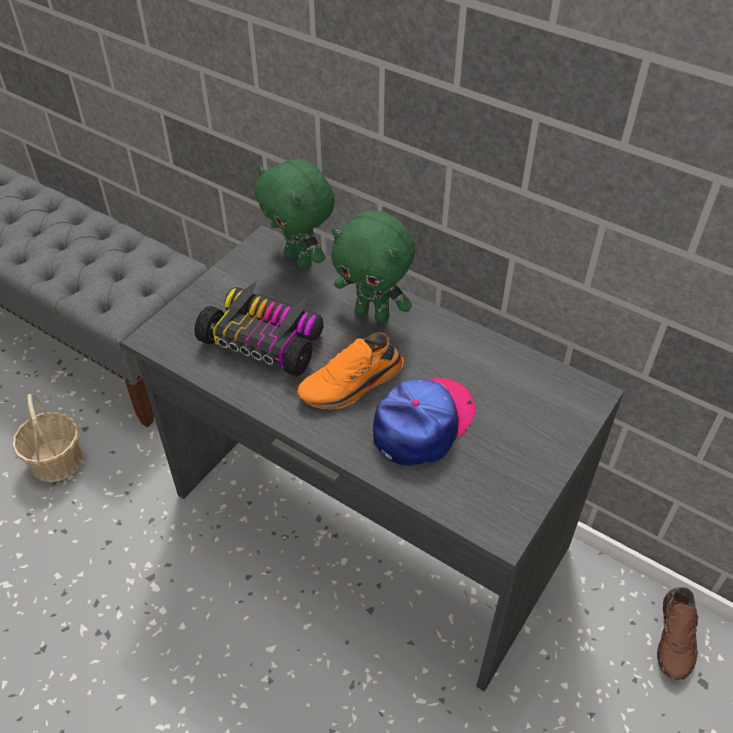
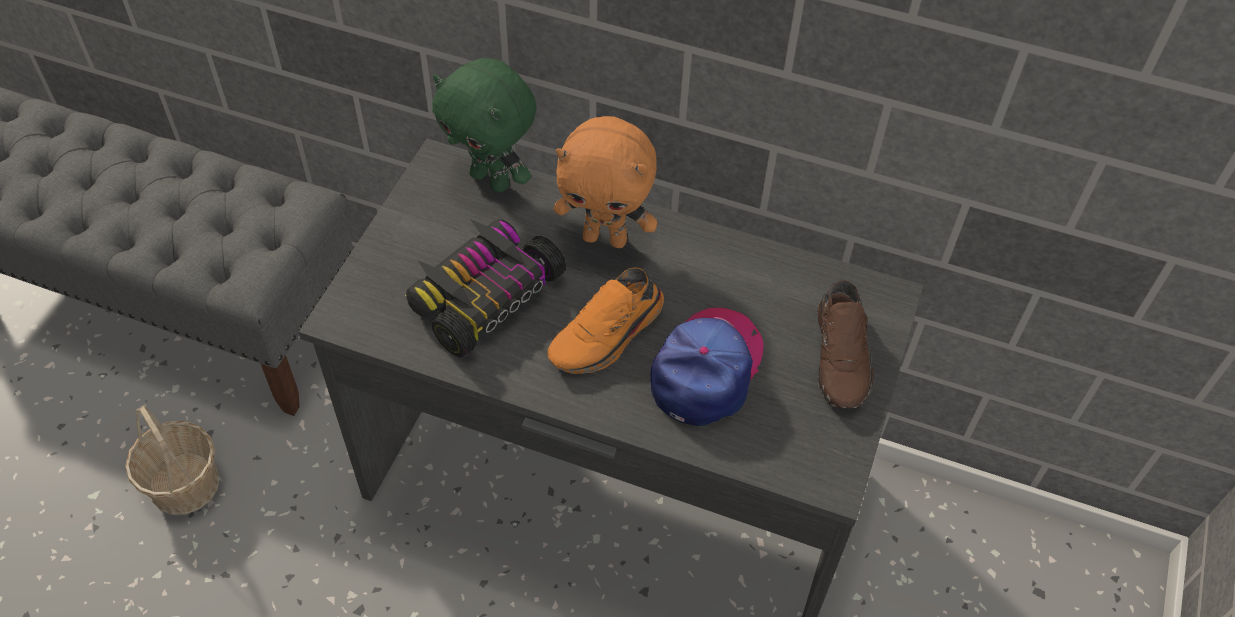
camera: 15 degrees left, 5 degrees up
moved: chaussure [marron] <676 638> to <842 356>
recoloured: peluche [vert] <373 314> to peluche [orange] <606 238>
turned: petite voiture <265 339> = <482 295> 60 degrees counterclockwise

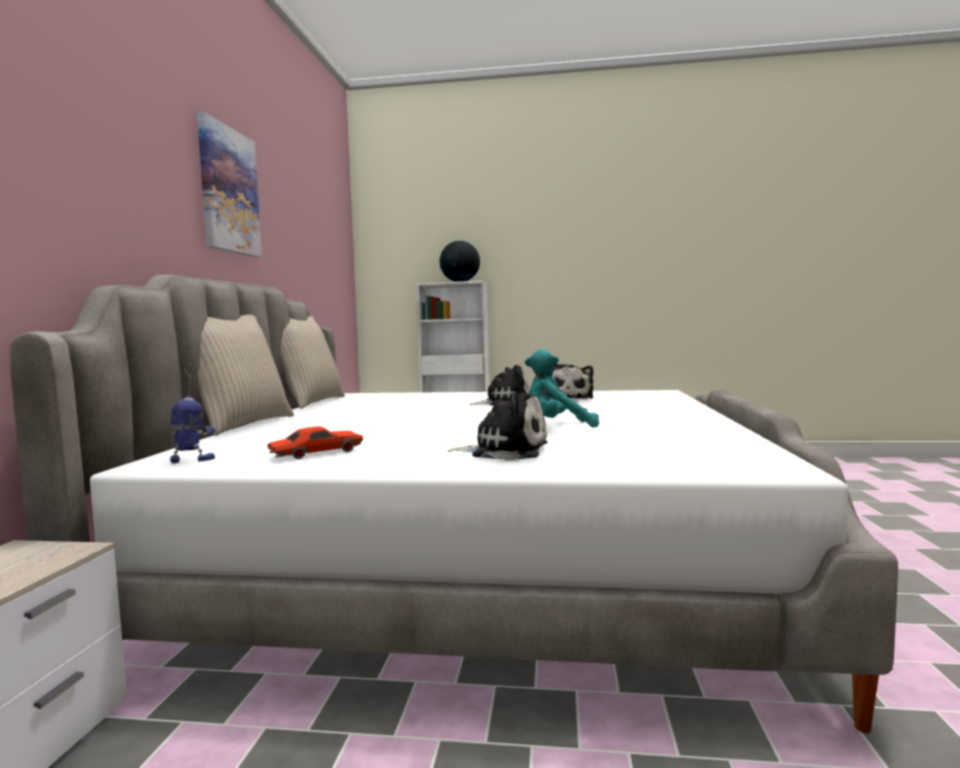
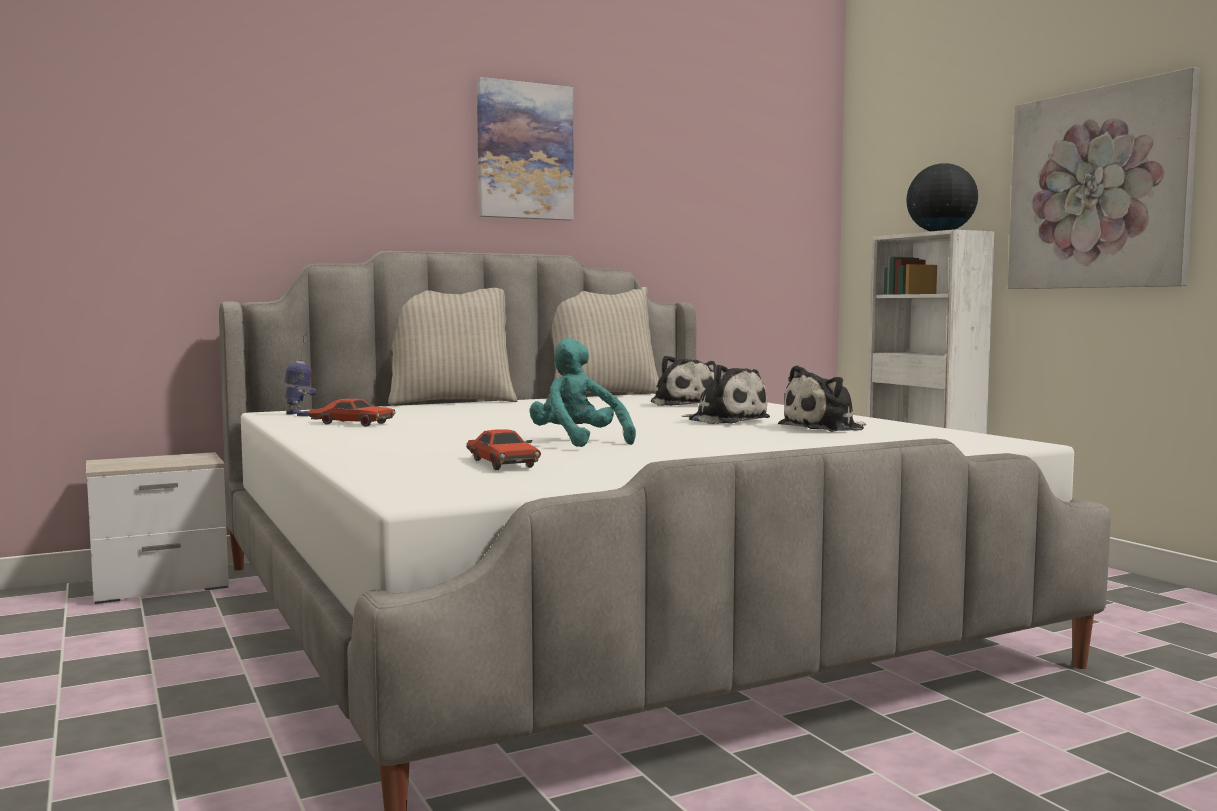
camera: 55 degrees right, 0 degrees up
added: petite voiture [rouge] <501 463>; tableau <1098 189>
moved: peluche <505 451> to <683 404>

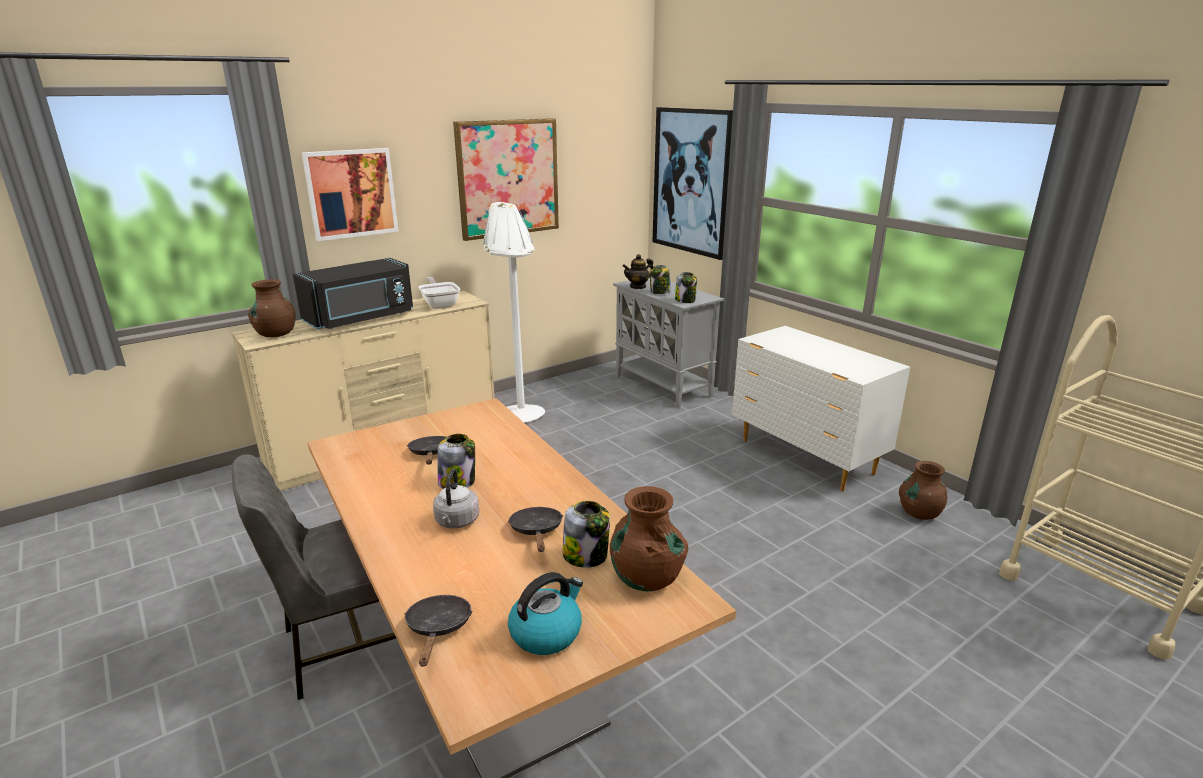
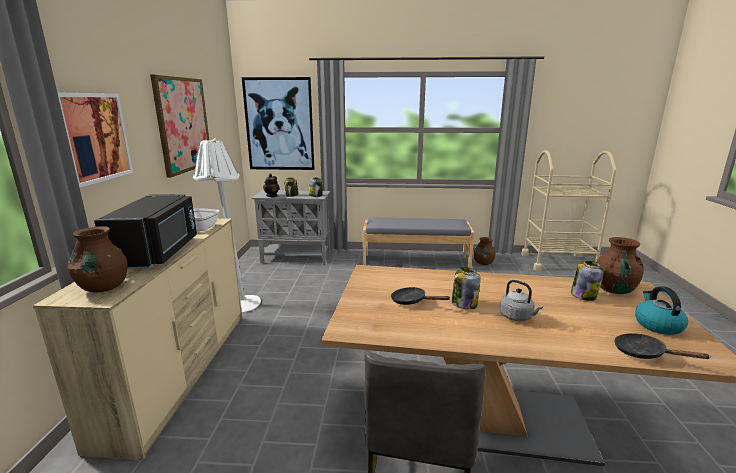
camera: 50 degrees left, 5 degrees down
removed: poêle [noir] <536 531>
replaced: commode [blanc] <806 458> to banc [gris] <415 261>

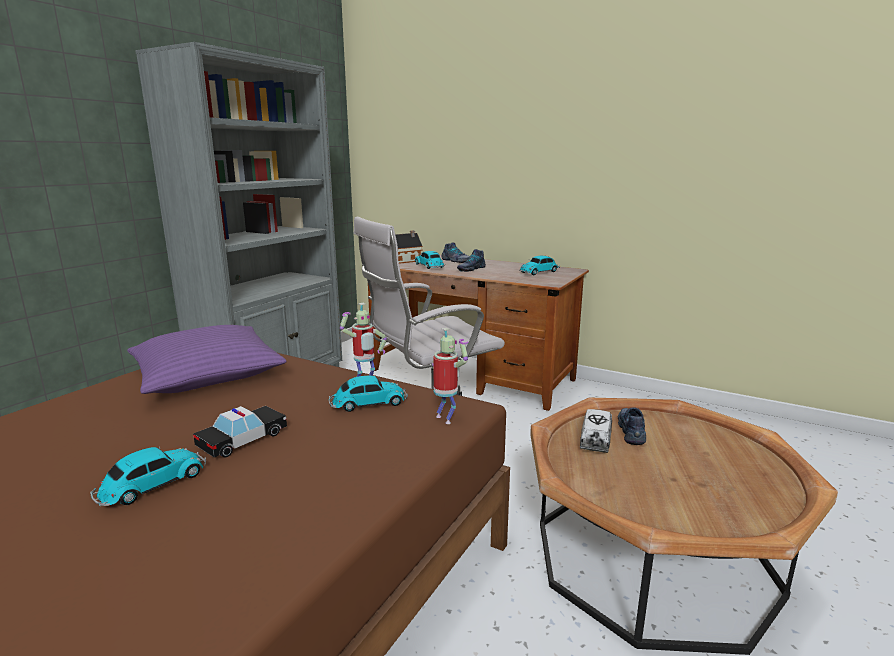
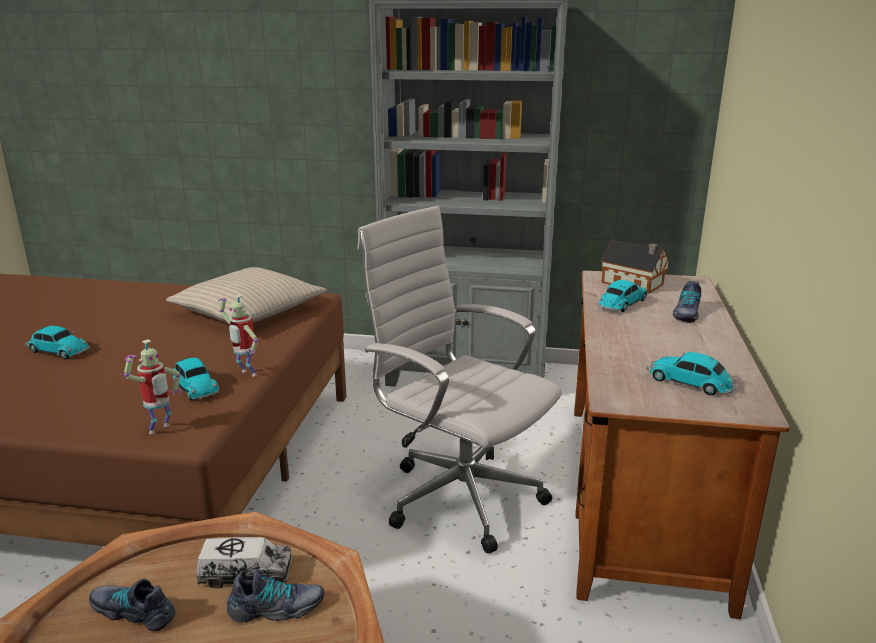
camera: 70 degrees right, 5 degrees up
removed: petite voiture <243 439>
moved: chaussure <470 269> to <134 611>
recoloured: coussin [violet] <207 374> to coussin [beige] <248 311>

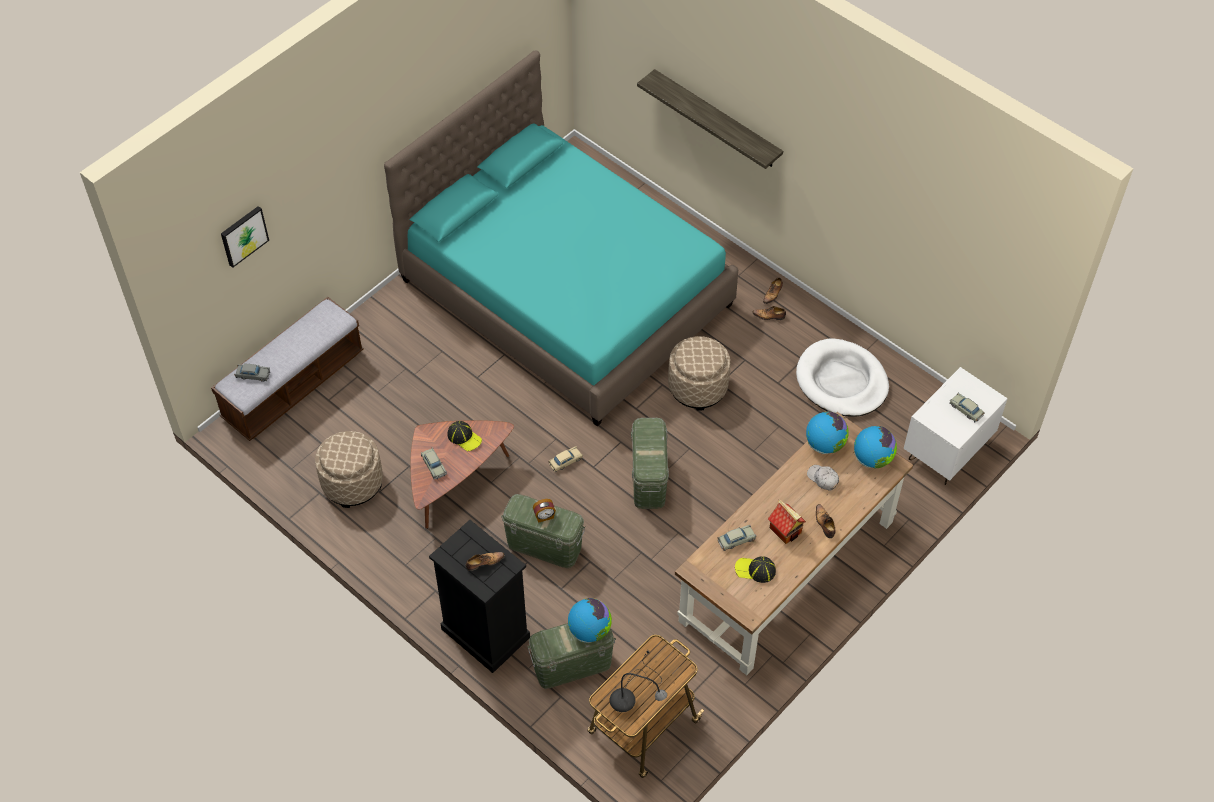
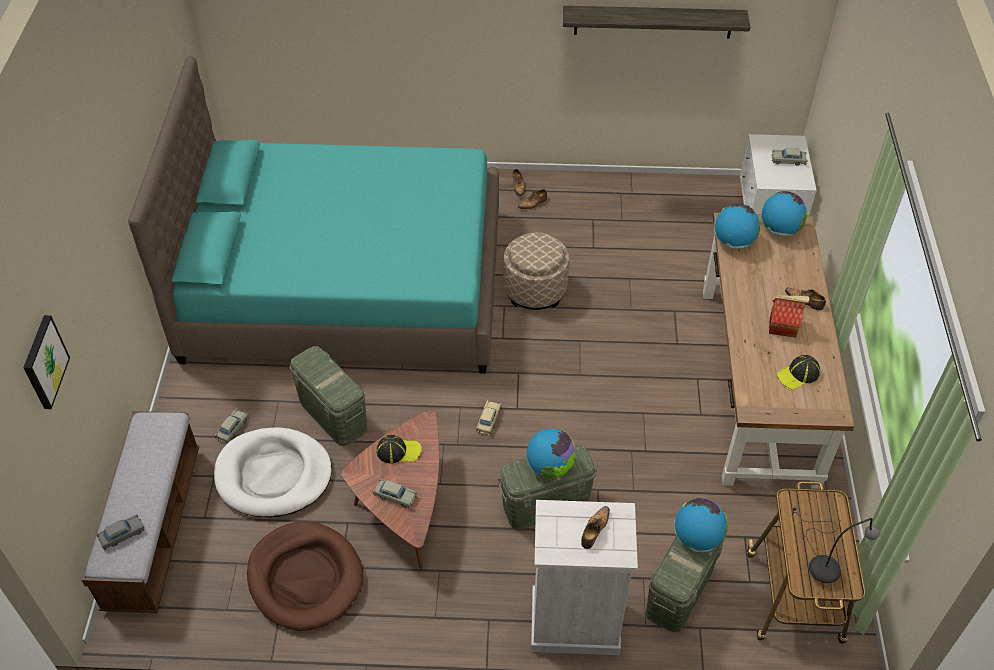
camera: 40 degrees left, 5 degrees down
removed: casquette [blanc] <823 479>
moved: boîte de rangement [vert] <649 479> to <333 415>; étagère <717 119> to <653 21>; petite voiture [beige] <736 540> to <232 429>; panier pour chien [blanc] <841 381> to <274 475>
replaced: pouf [beige] <352 482> to panier pour chien [marron] <305 578>; réveil <544 516> to globe <550 467>
recoloured: commode [noir] <485 633> to commode [blanc] <574 623>

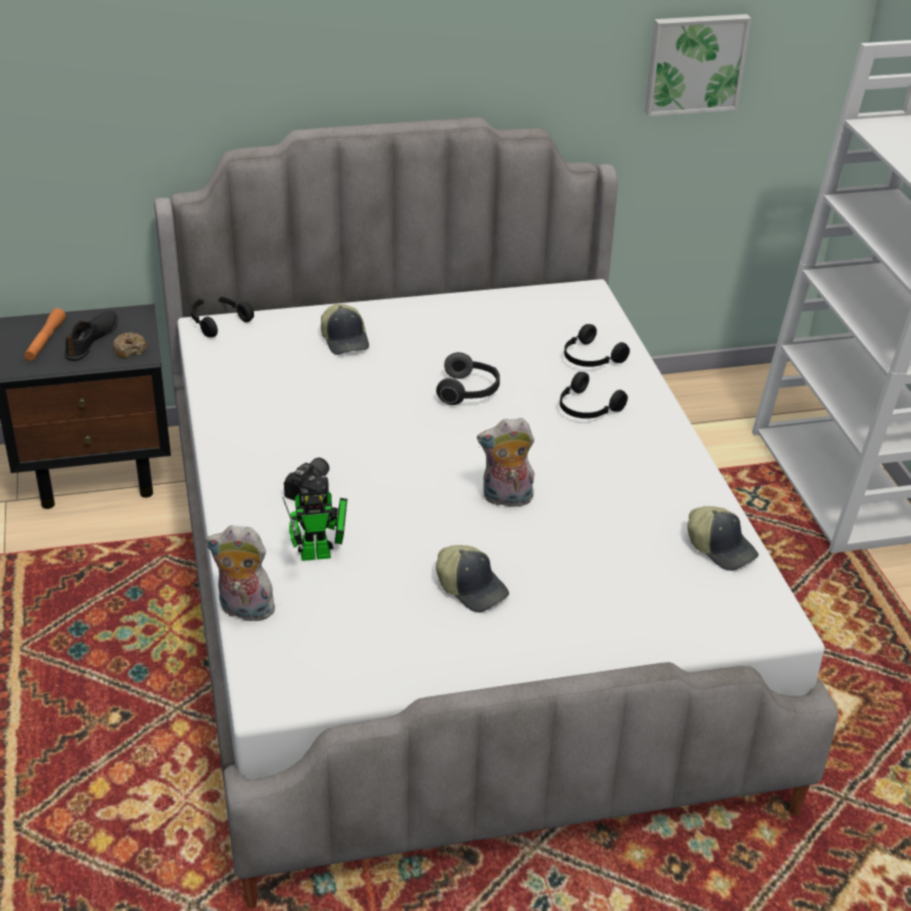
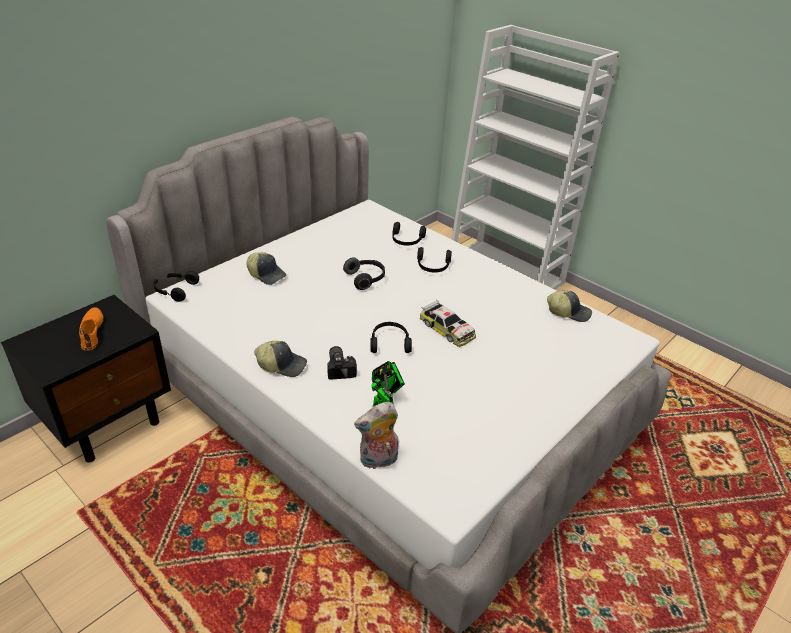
camera: 35 degrees left, 0 degrees up
removed: lampe de poche [orange] <45 341>; beignet <130 350>; tableau <694 63>
added: casque audio [noir] <390 342>
moved: casquette <472 588> to <282 365>
replaced: peluche <506 499> to petite voiture <447 329>
recoloured: chaussure [noir] <92 340> to chaussure [orange] <92 332>

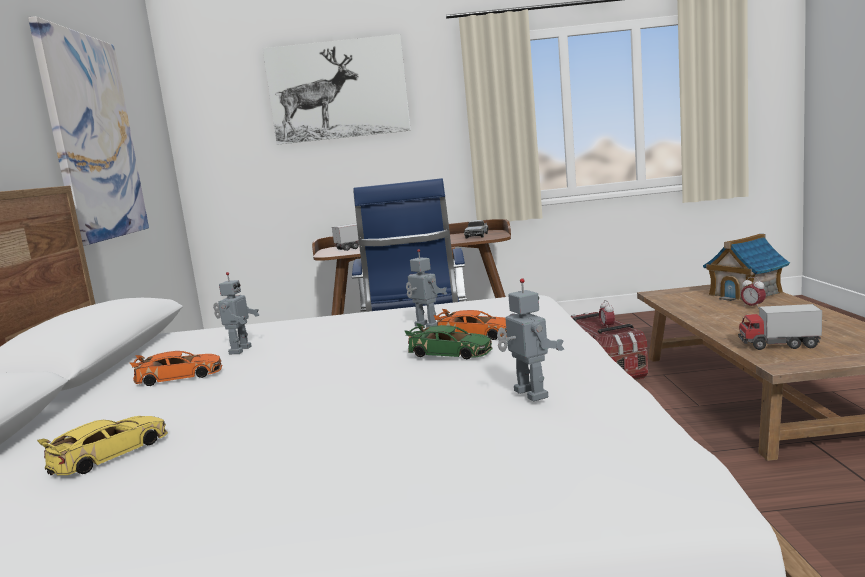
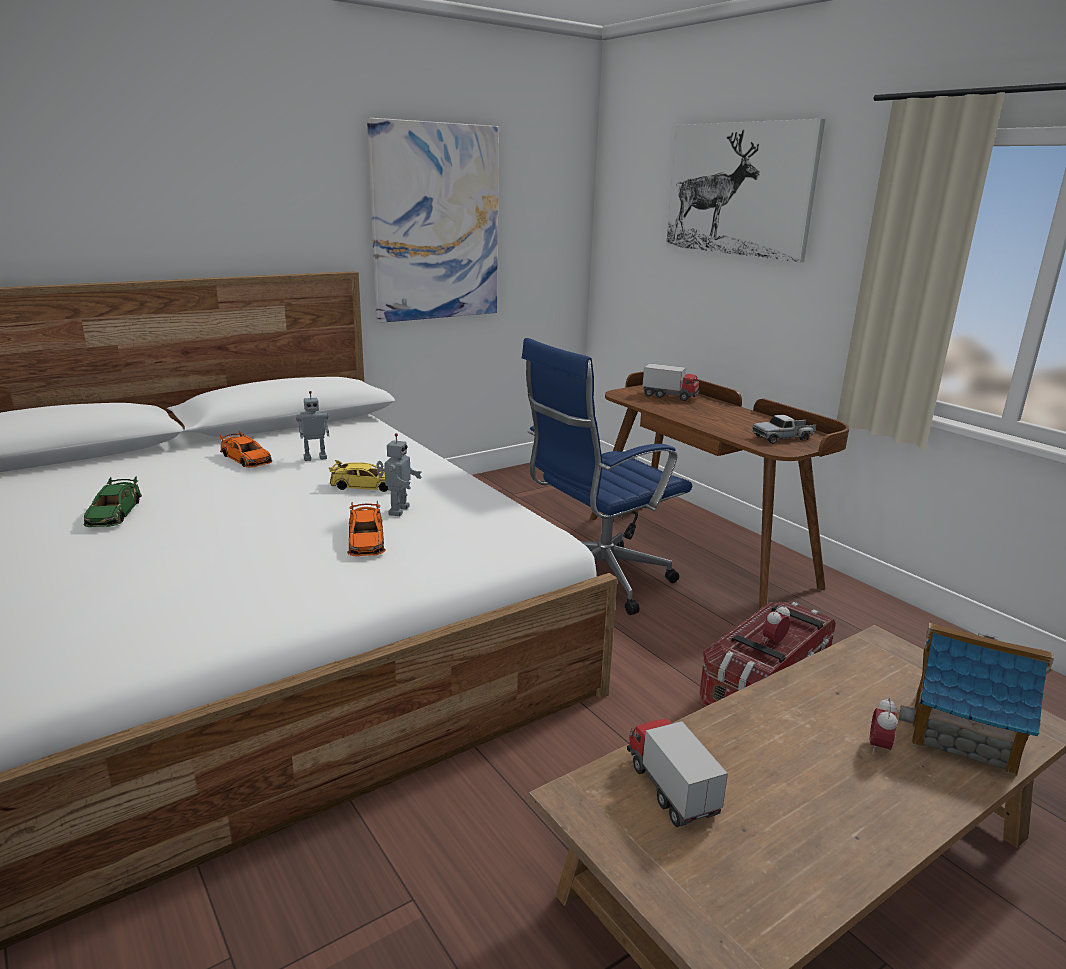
camera: 55 degrees right, 10 degrees up
removed: robot jouet <528 394>
moved: petite voiture [jaune] <110 454> to <366 486>; petite voiture [vert] <449 353> to <114 513>

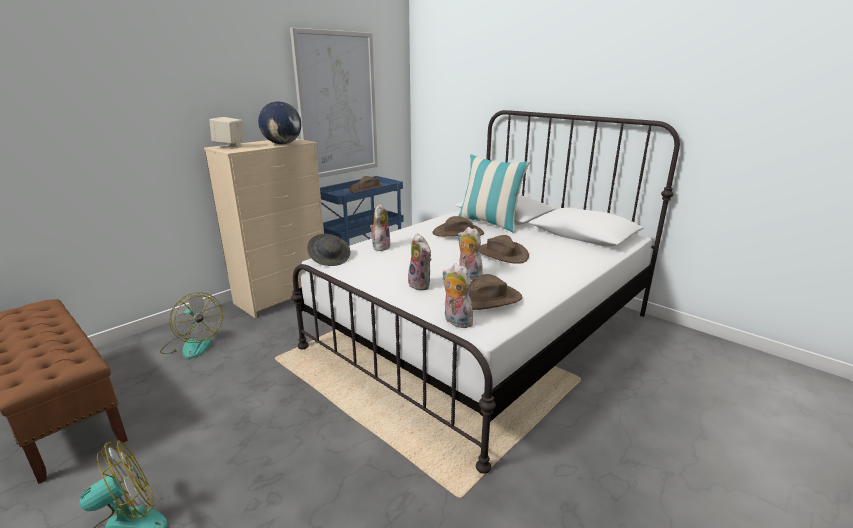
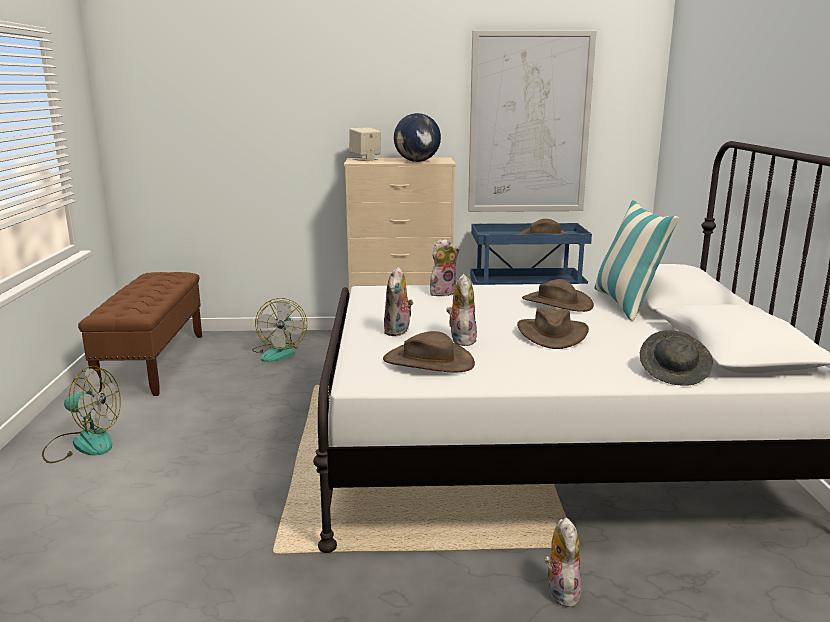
camera: 45 degrees right, 5 degrees down
moved: chapeau [gris] <330 259> to <674 373>; peluche <455 321> to <560 591>

